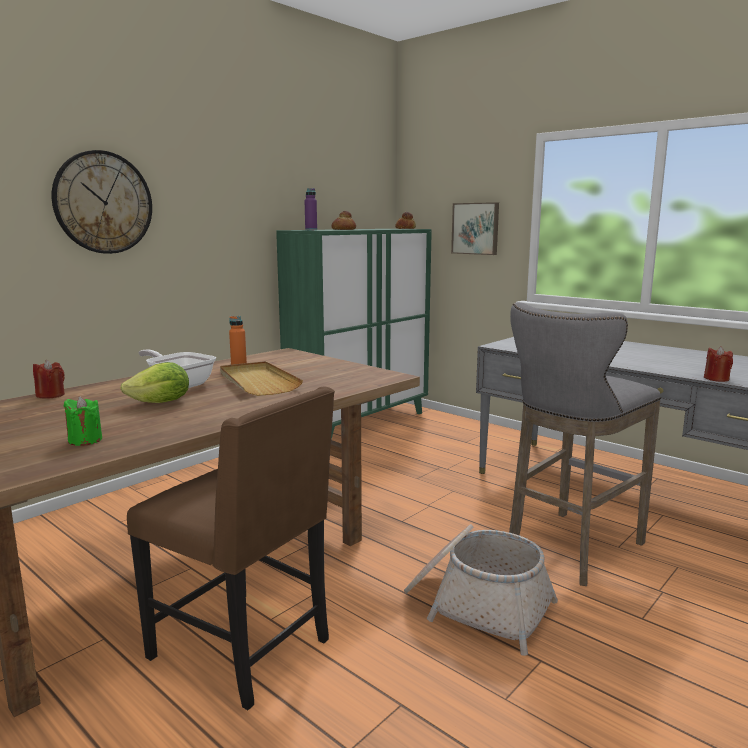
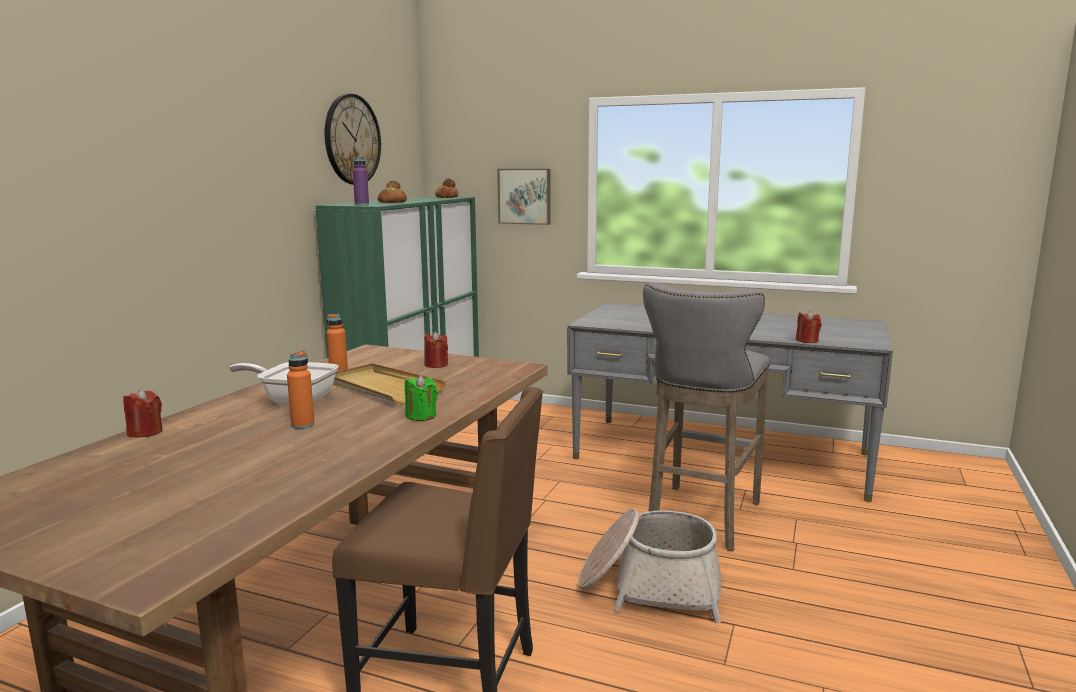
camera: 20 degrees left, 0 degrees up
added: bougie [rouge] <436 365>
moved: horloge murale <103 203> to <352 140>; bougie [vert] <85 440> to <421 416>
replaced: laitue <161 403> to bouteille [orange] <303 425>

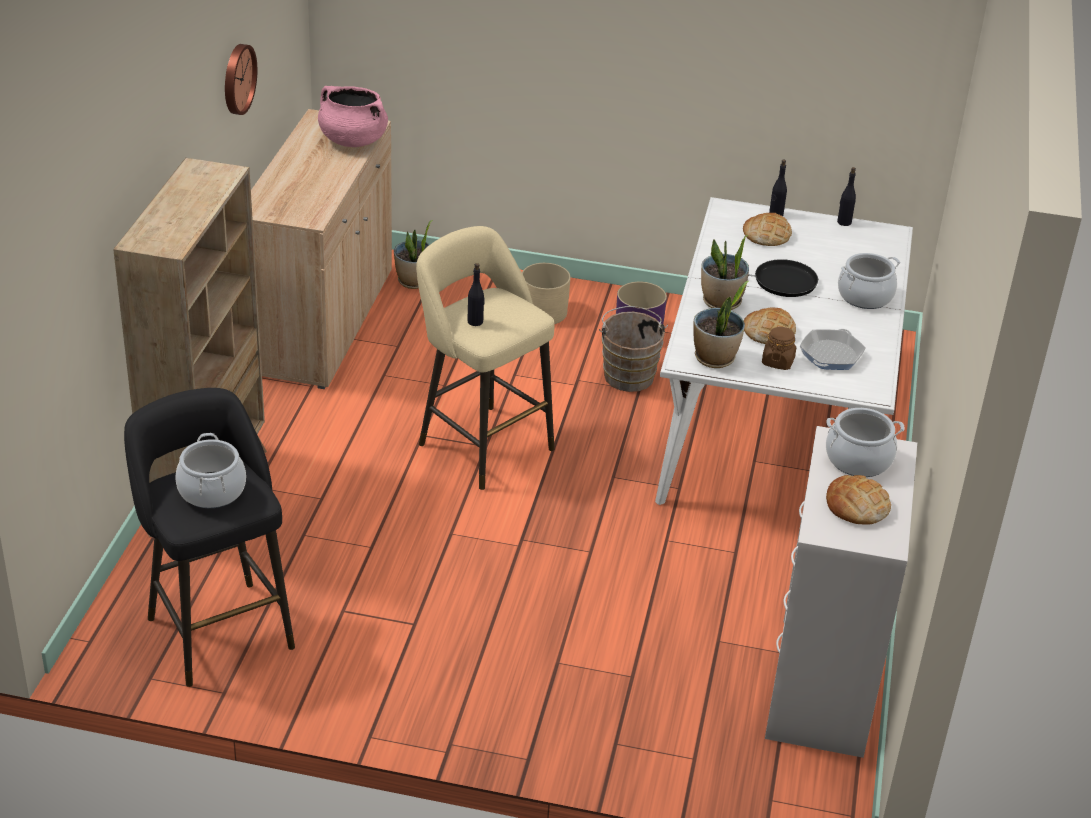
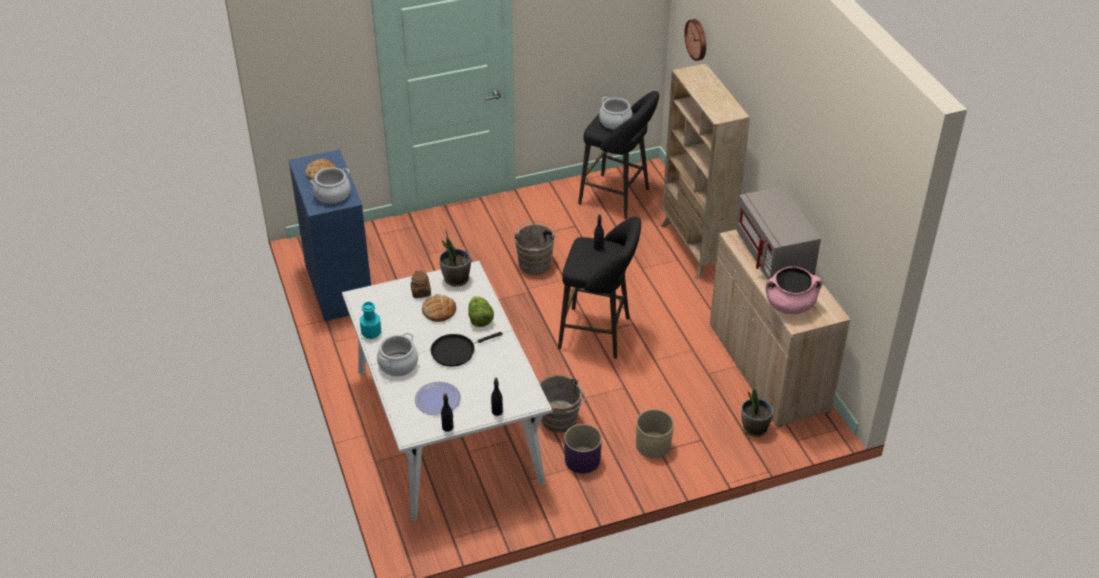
camera: 150 degrees right, 5 degrees up
removed: pain <766 234>; poêle <831 355>
added: bouteille [turquoise] <371 332>; assiette <437 399>; seau [marron] <535 262>; micro-ondes [gris] <774 255>
moved: horloge murale <237 78> to <697 39>
replaced: plante en pot <721 302> to laitue <479 319>
recoloured: tabouret [beige] <481 443> to tabouret [noir] <599 333>; commode [blanc] <822 687> to commode [bleu] <338 286>

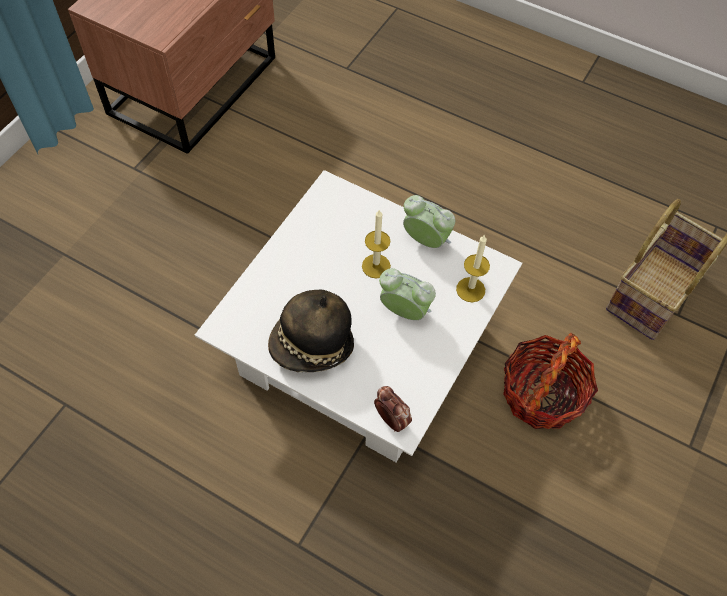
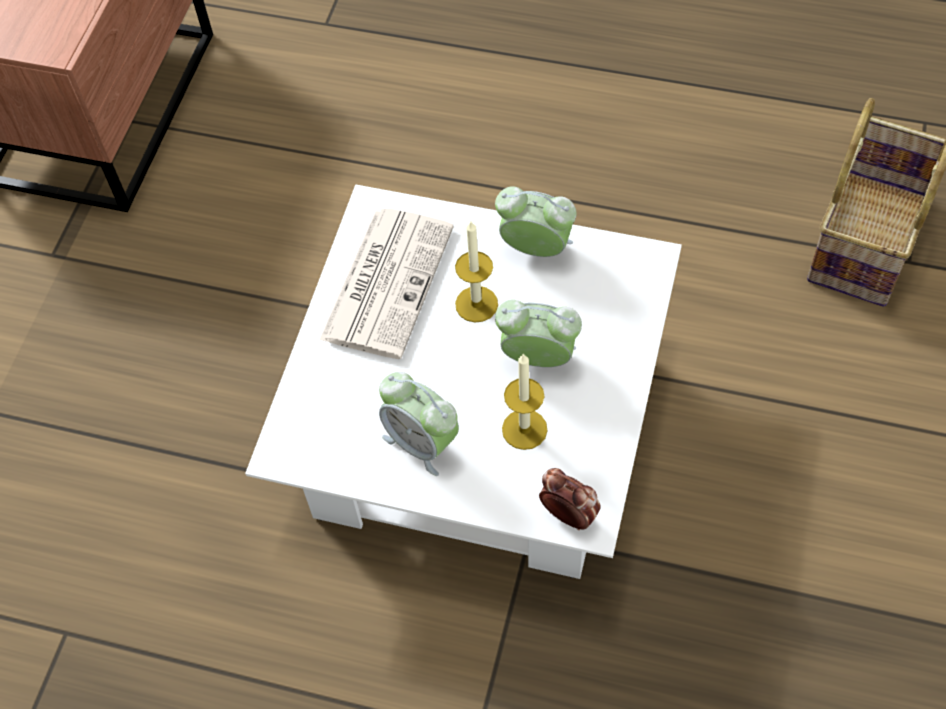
camera: 10 degrees left, 0 degrees up
removed: panier <542 394>
added: journal <387 281>
moved: bougie <470 289> to <524 429>
replaced: chapeau <312 345> to réveil <422 442>

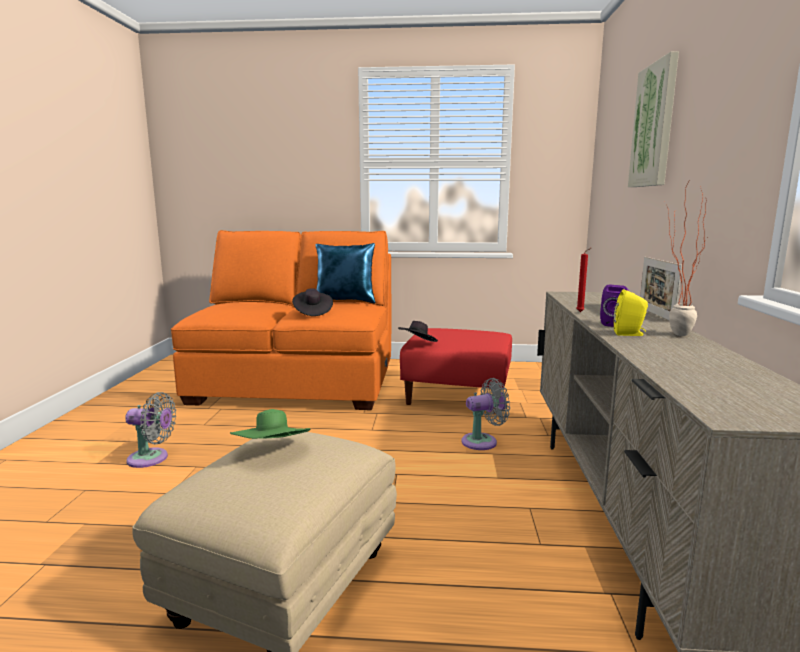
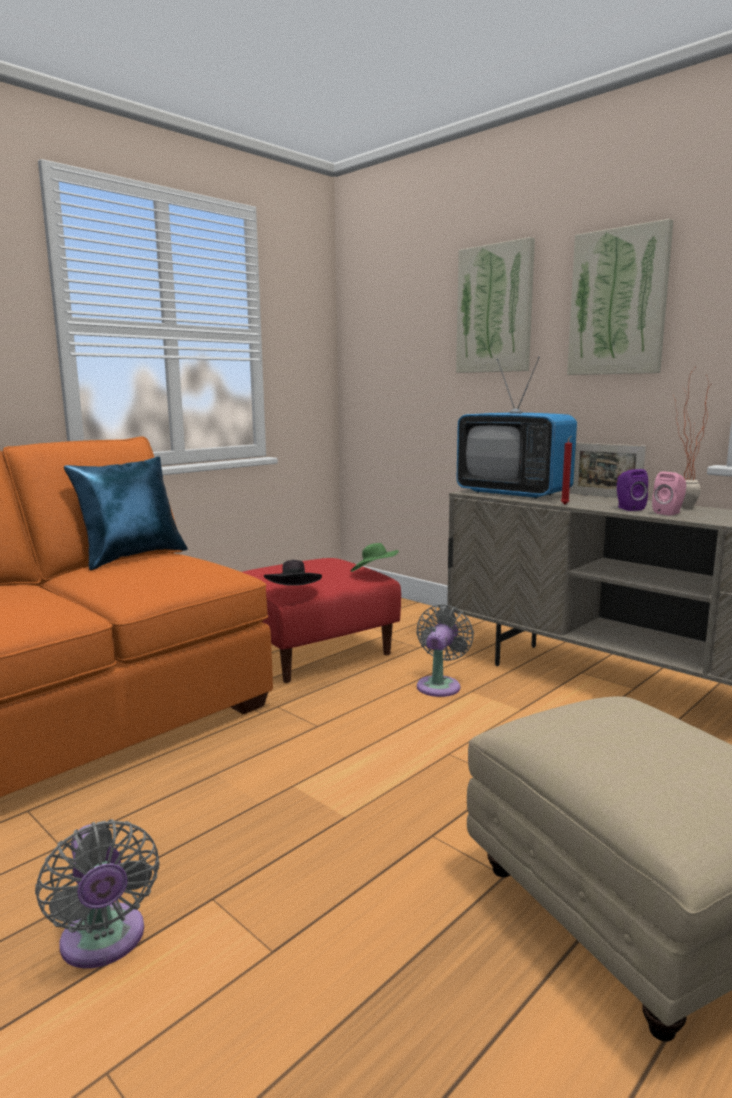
camera: 50 degrees left, 0 degrees up
removed: chapeau [noir] <312 312>
added: téléviseur <513 493>; tableau <618 302>
moved: chapeau [vert] <273 452> to <374 573>
recoloured: enceinte [jaune] <629 334> to enceinte [rose] <669 513>
turned: ventilateur [gris] <152 459> = <104 943> 105 degrees clockwise

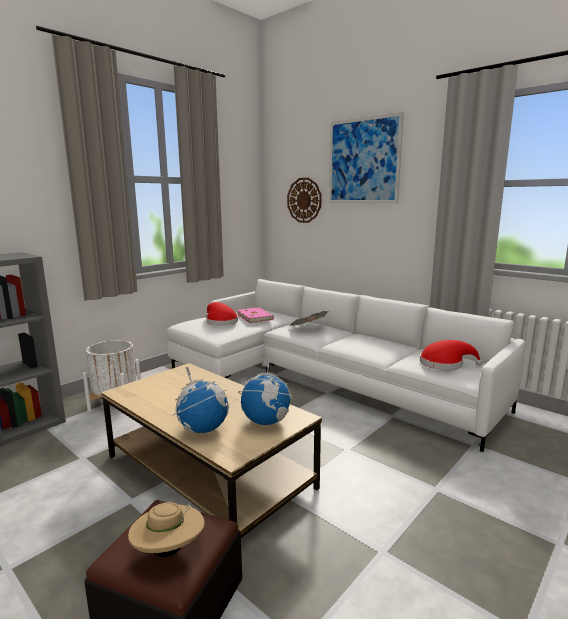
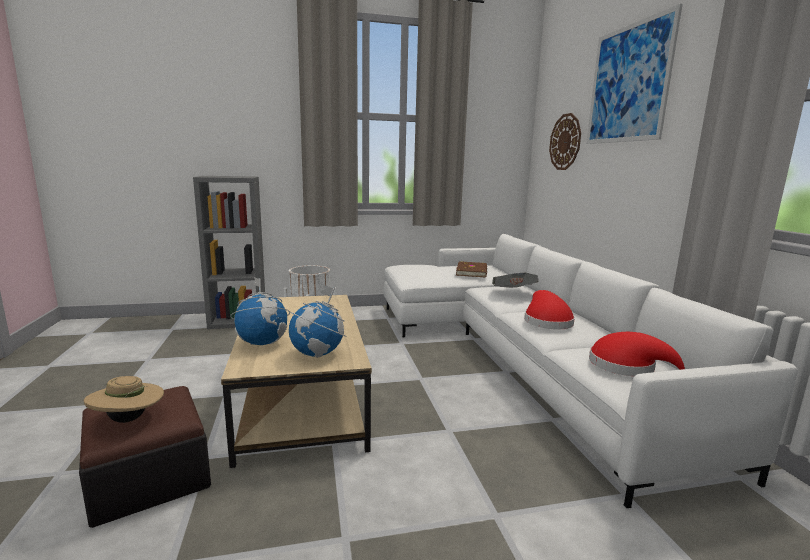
camera: 35 degrees right, 0 degrees up
moved: chapeau [rouge] <220 322> to <546 321>
recoloured: livre [rose] <255 317> to livre [marron] <472 271>

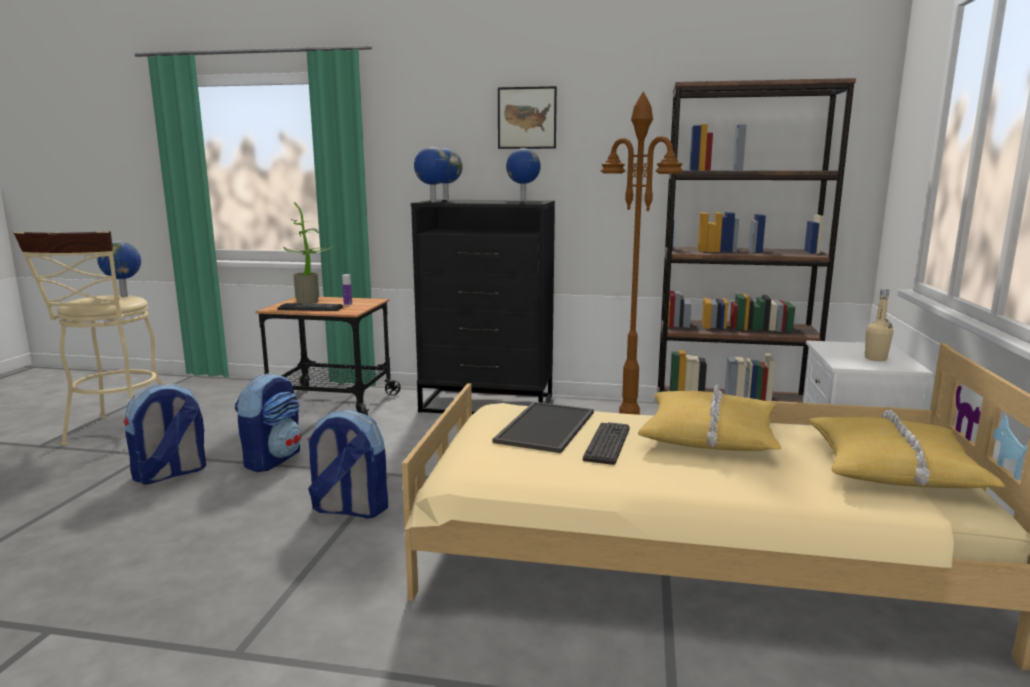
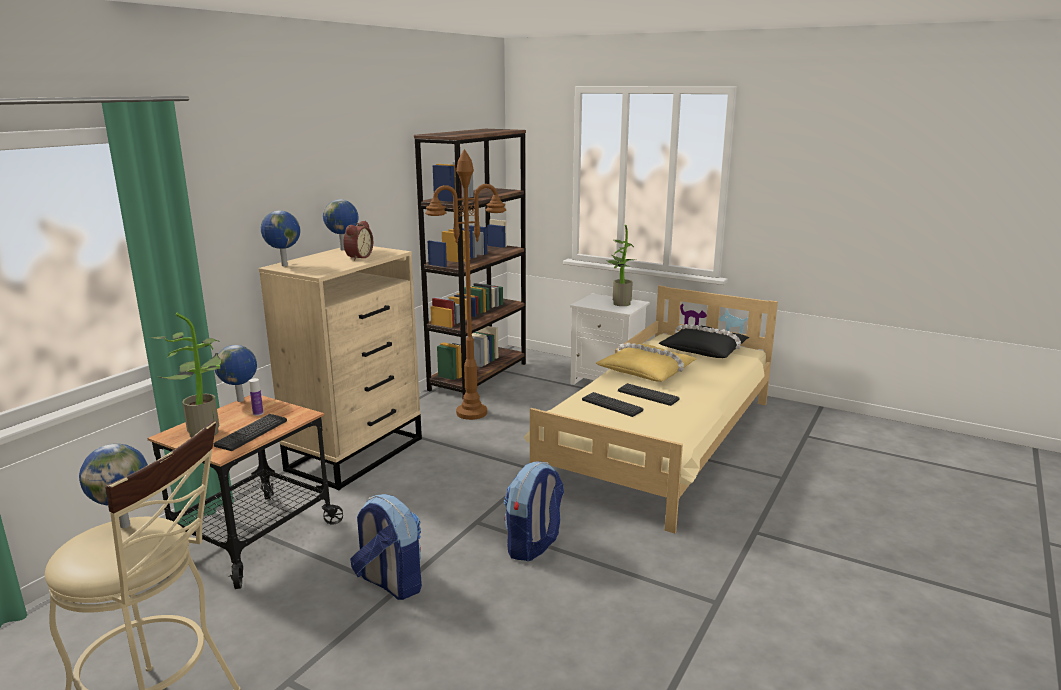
camera: 70 degrees left, 5 degrees up
removed: sac à dos <170 474>; tableau <527 118>
added: réveil <357 257>
moved: globe <433 202> to <241 400>
replaced: plateau <547 427> to clavier <612 405>; bouteille [beige] <875 358> to plante en pot <619 303>
recoloured: commode [noir] <488 404> to commode [beige] <356 453>; coussin [jaune] <893 467> to coussin [noir] <704 349>

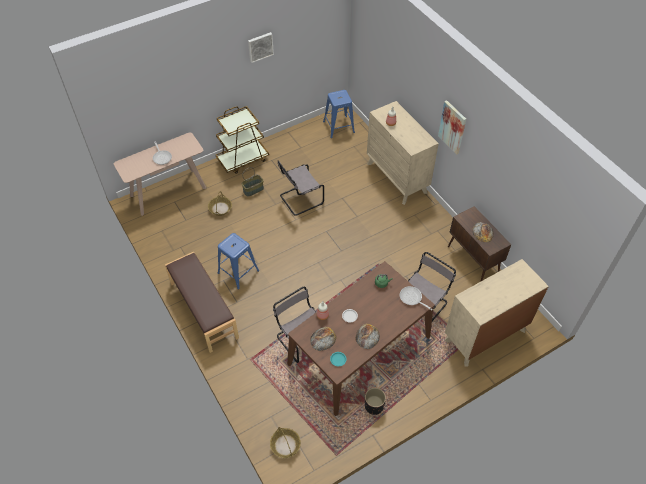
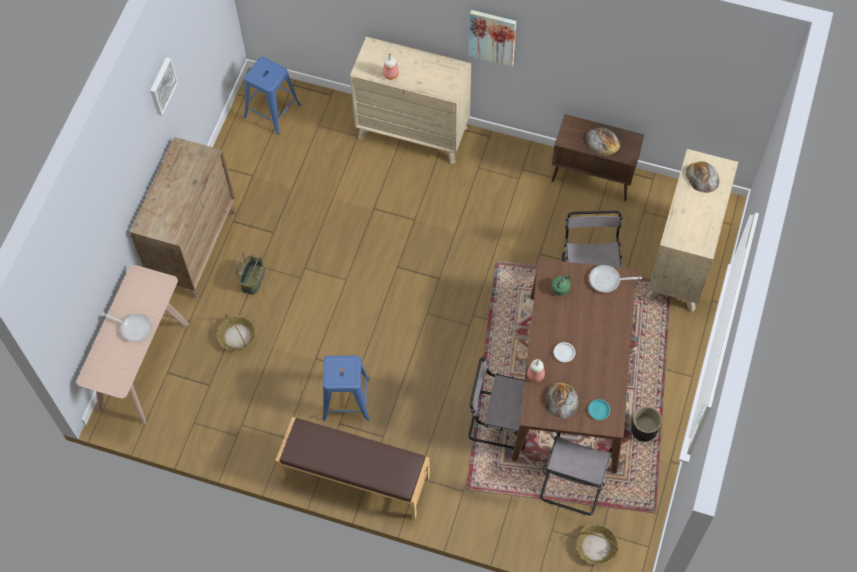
camera: 40 degrees left, 10 degrees up
moved: chaise [gris] <300 200> to <572 484>; pain <367 336> to <702 177>
replaced: chariot [marron] <243 159> to commode [marron] <195 247>

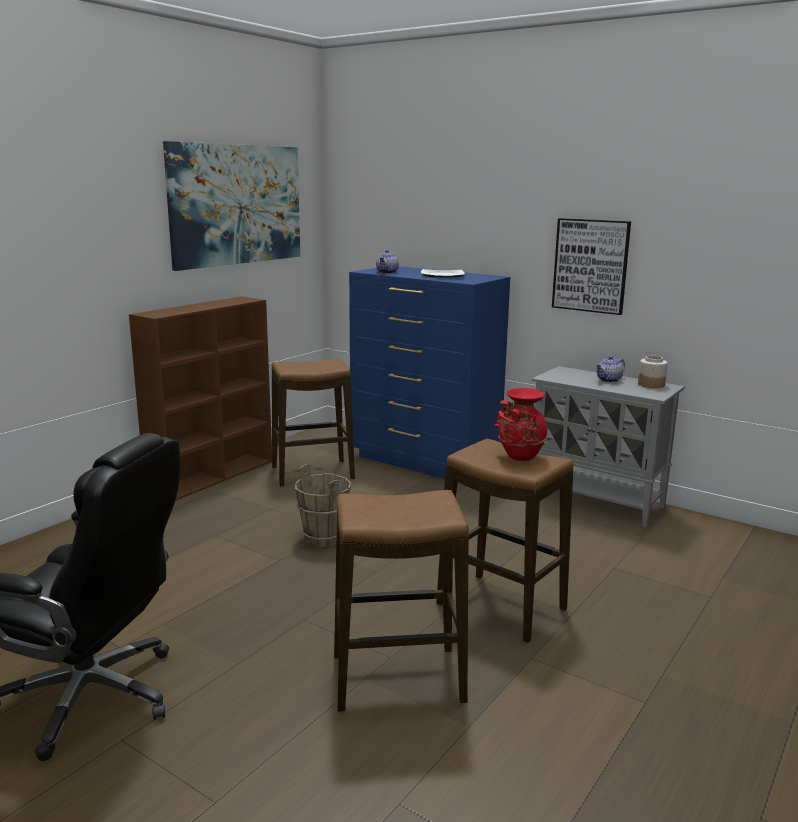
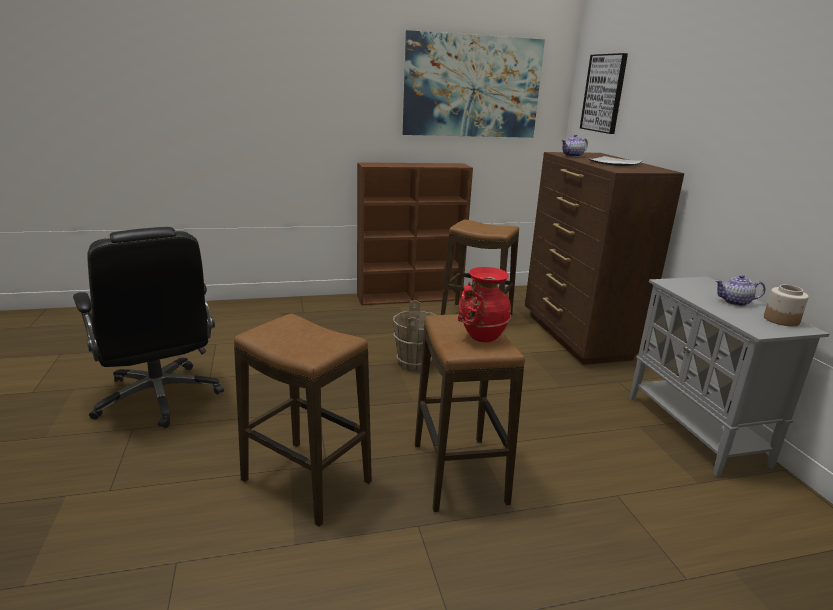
camera: 40 degrees right, 5 degrees up
moved: tableau <591 265> to <604 93>
recoloured: commode [bleu] <424 461> to commode [marron] <577 336>

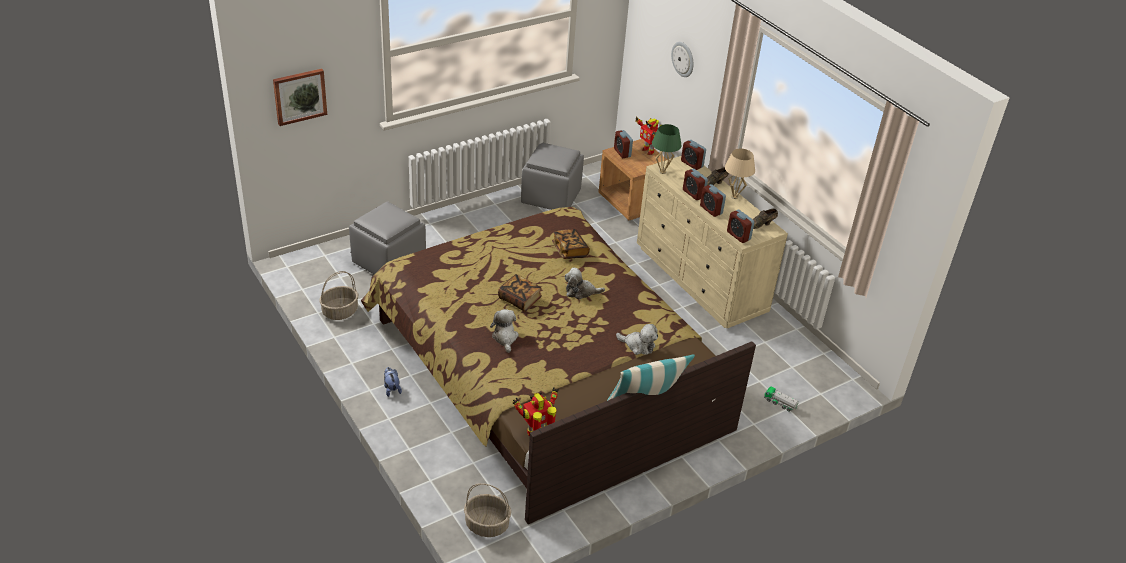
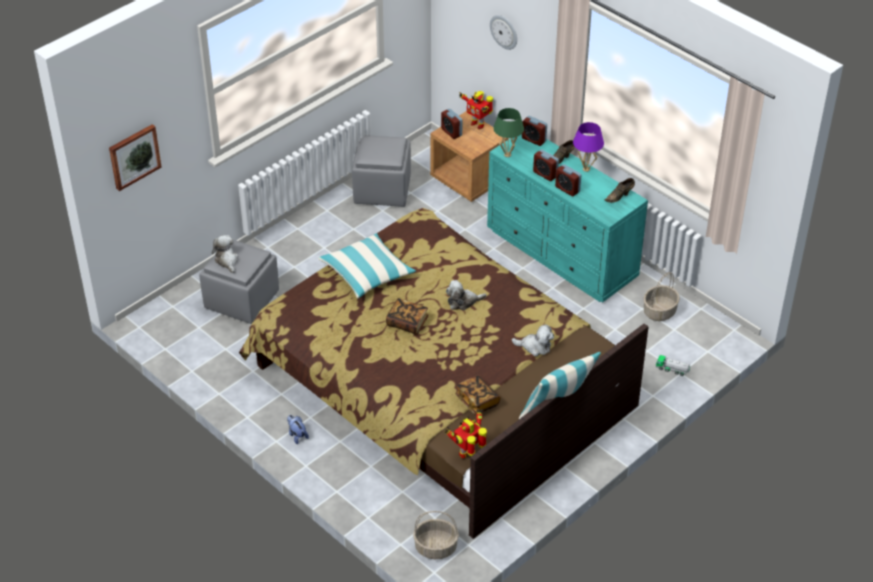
camera: 10 degrees left, 5 degrees up
removed: réveil <738 236>
added: coussin <367 273>
moved: panier <340 311> to <659 311>; peluche <505 338> to <227 260>; livre <570 251> to <477 401>
recoloured: commode [beige] <701 280> to commode [turquoise] <562 254>; lampe de table [beige] <734 196> to lampe de table [violet] <586 169>

